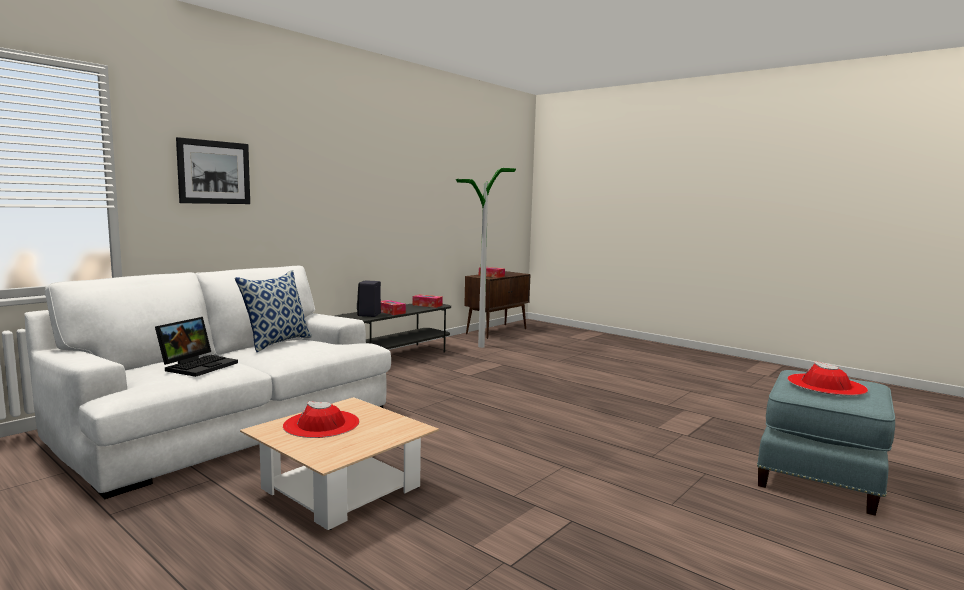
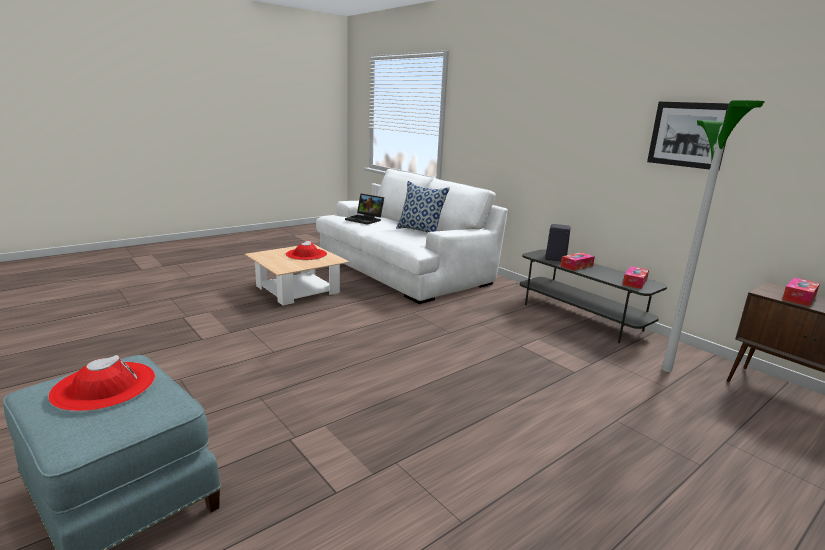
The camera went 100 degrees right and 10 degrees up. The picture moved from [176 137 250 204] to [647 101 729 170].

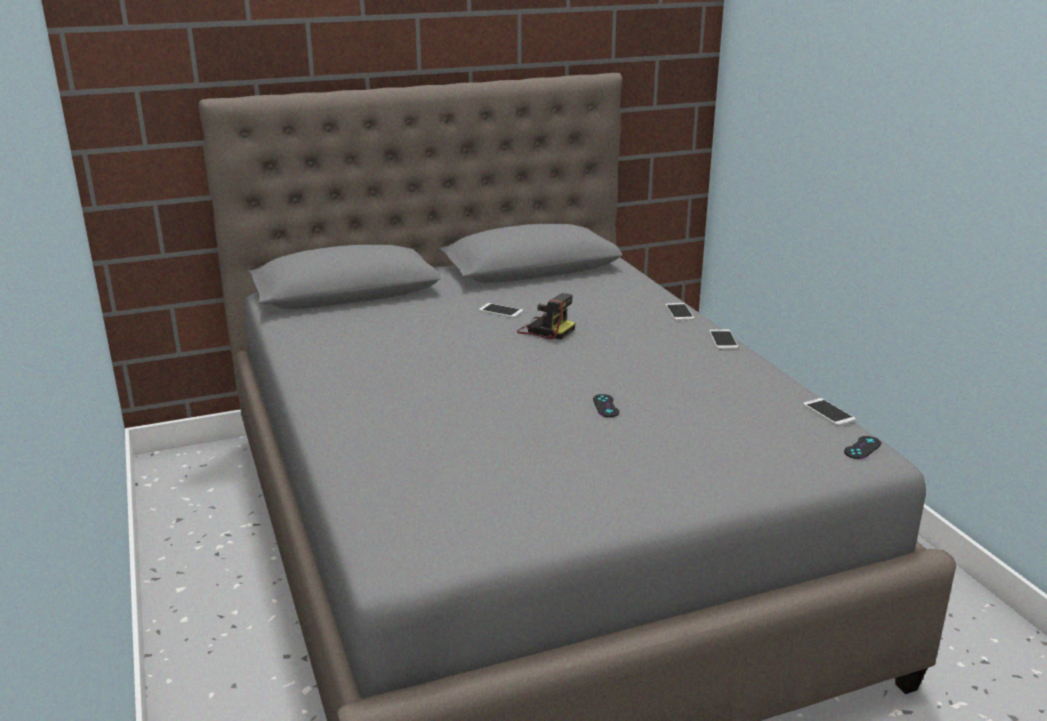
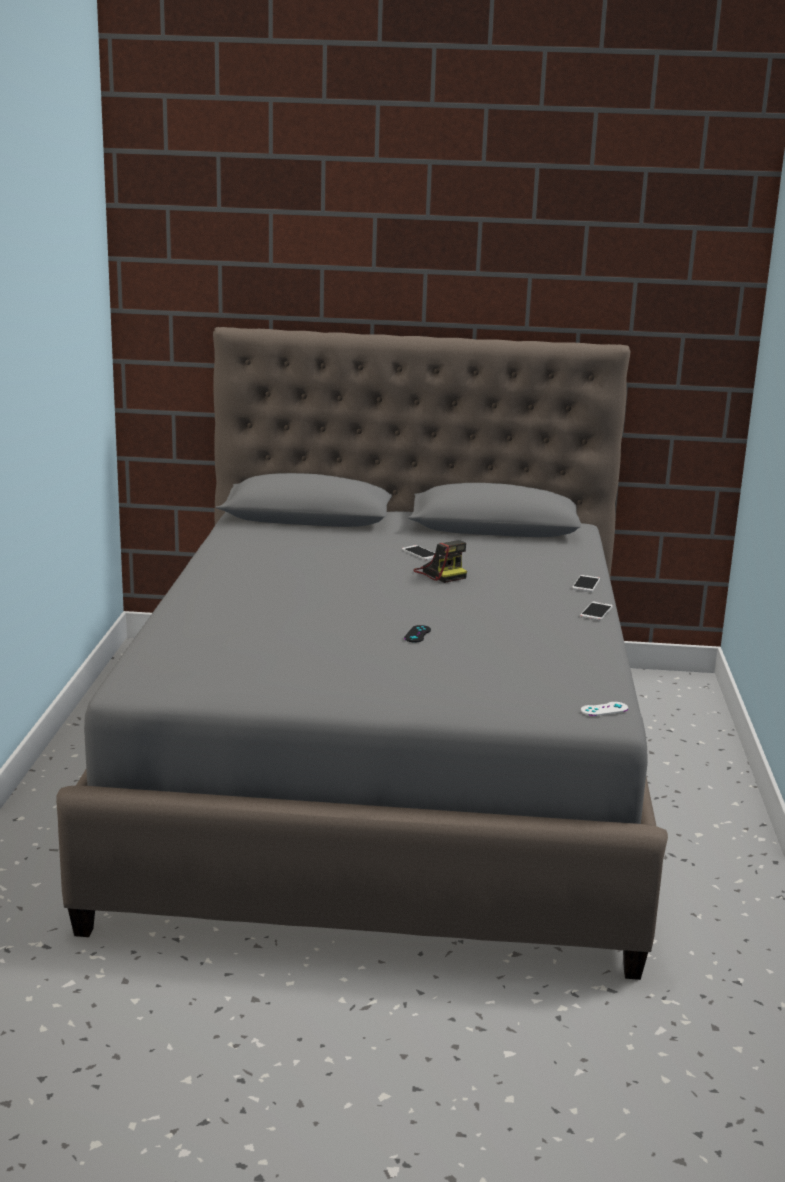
The camera went 25 degrees right and 5 degrees down. The telephone at [803 398 856 426] disappeared. The black_joypad at [844 436 881 459] became the white-coloured_joypad at [581 702 628 716].

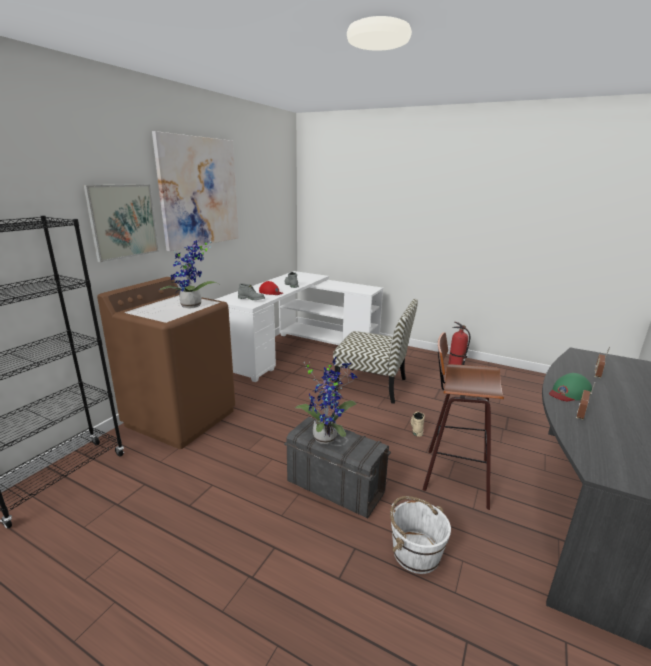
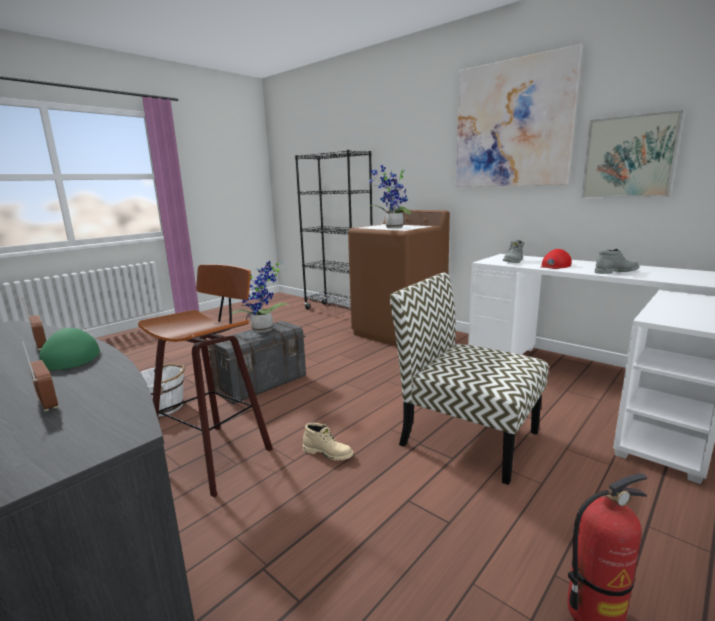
The camera went 105 degrees right and 5 degrees down. The picture moved from [83 184 159 262] to [582 110 684 197]. The upright_chair at [333 299 418 404] turned 90 degrees clockwise.

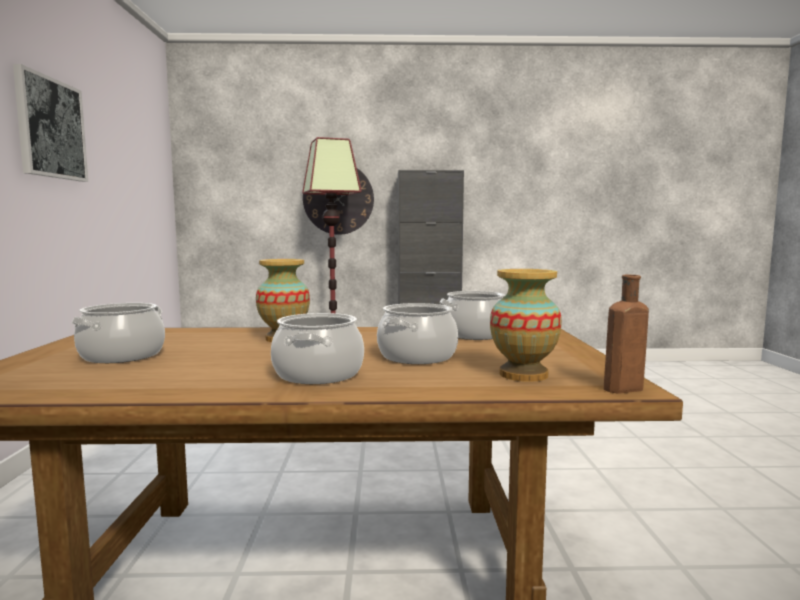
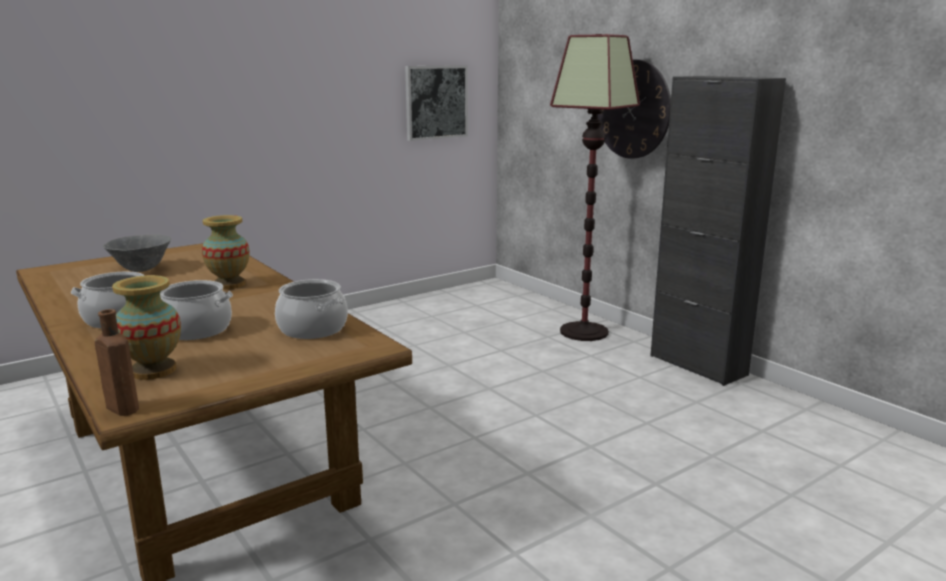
The camera went 55 degrees right and 10 degrees up. The picture moved from [13 64 88 182] to [405 65 468 141]. The stockpot at [72 303 165 363] was replaced by the gray_bowl at [103 235 171 272].

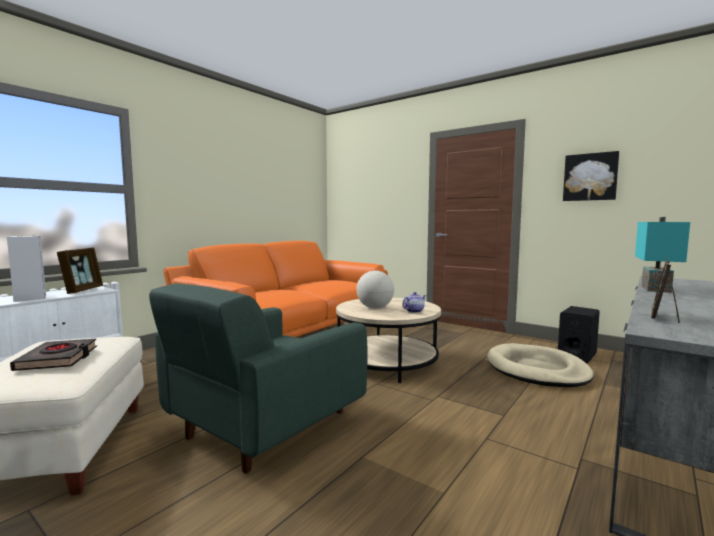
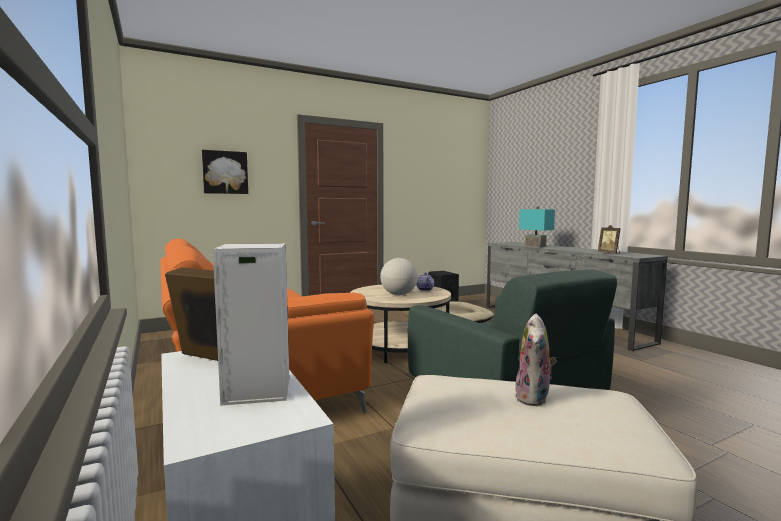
The camera went 65 degrees left and 0 degrees up. The picture moved from [563 151 619 201] to [202 150 248 194]. The black_book at [10 339 97 371] was replaced by the cuddly_toy at [515 314 557 406].

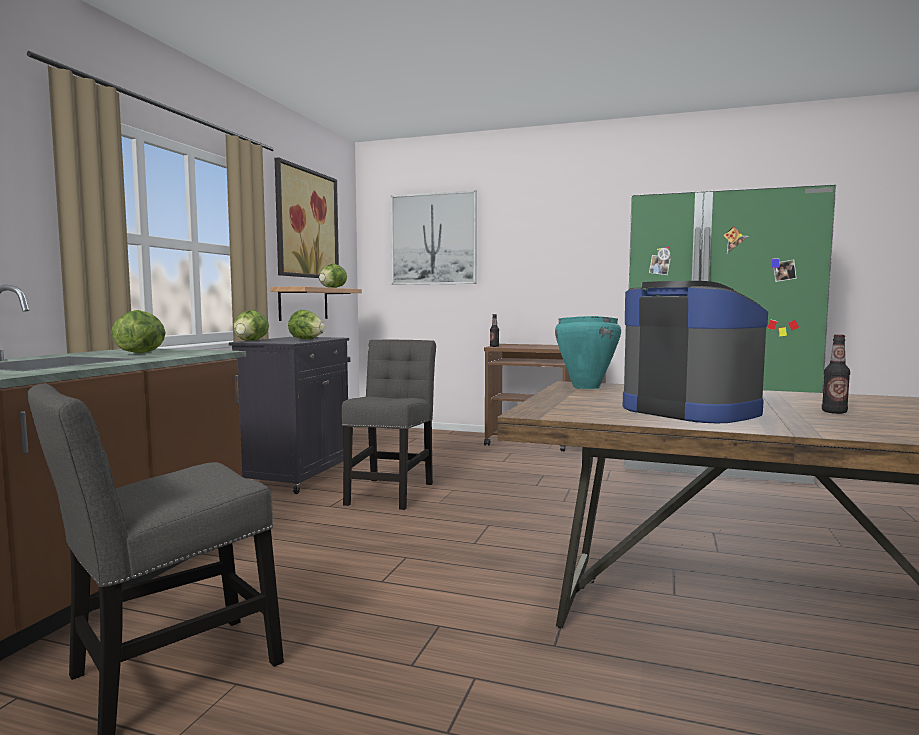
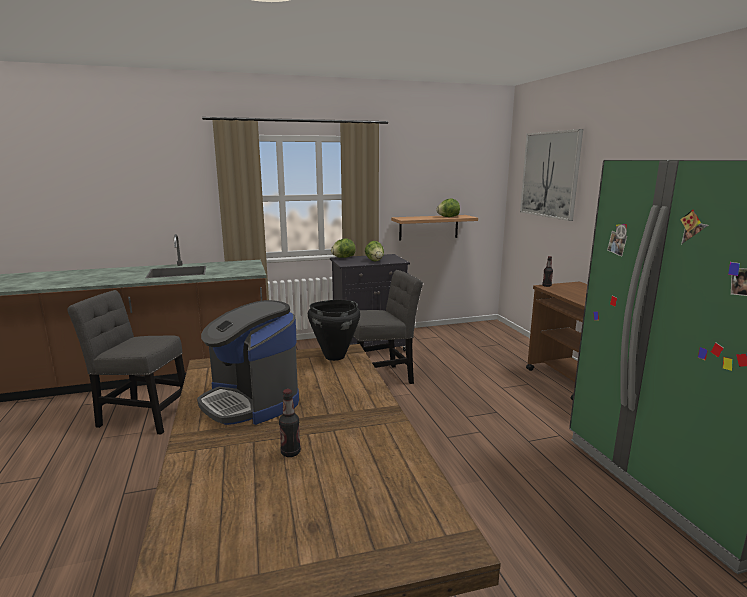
The camera went 55 degrees right and 10 degrees up. The picture at [275 157 339 278] disappeared. The coffee_maker at [623 281 768 423] turned 120 degrees clockwise. The lettuce at [111 310 166 353] disappeared. The turquoise-coloured_stockpot at [555 316 621 389] became the black_stockpot at [308 300 360 361].

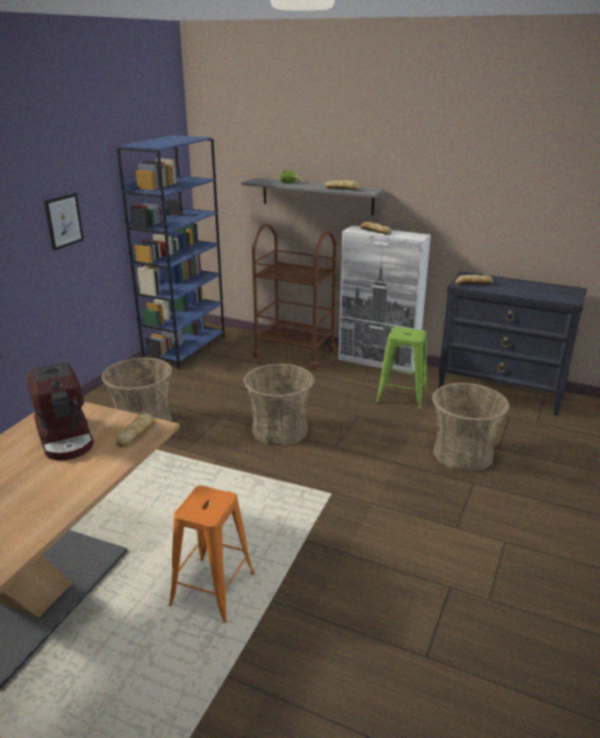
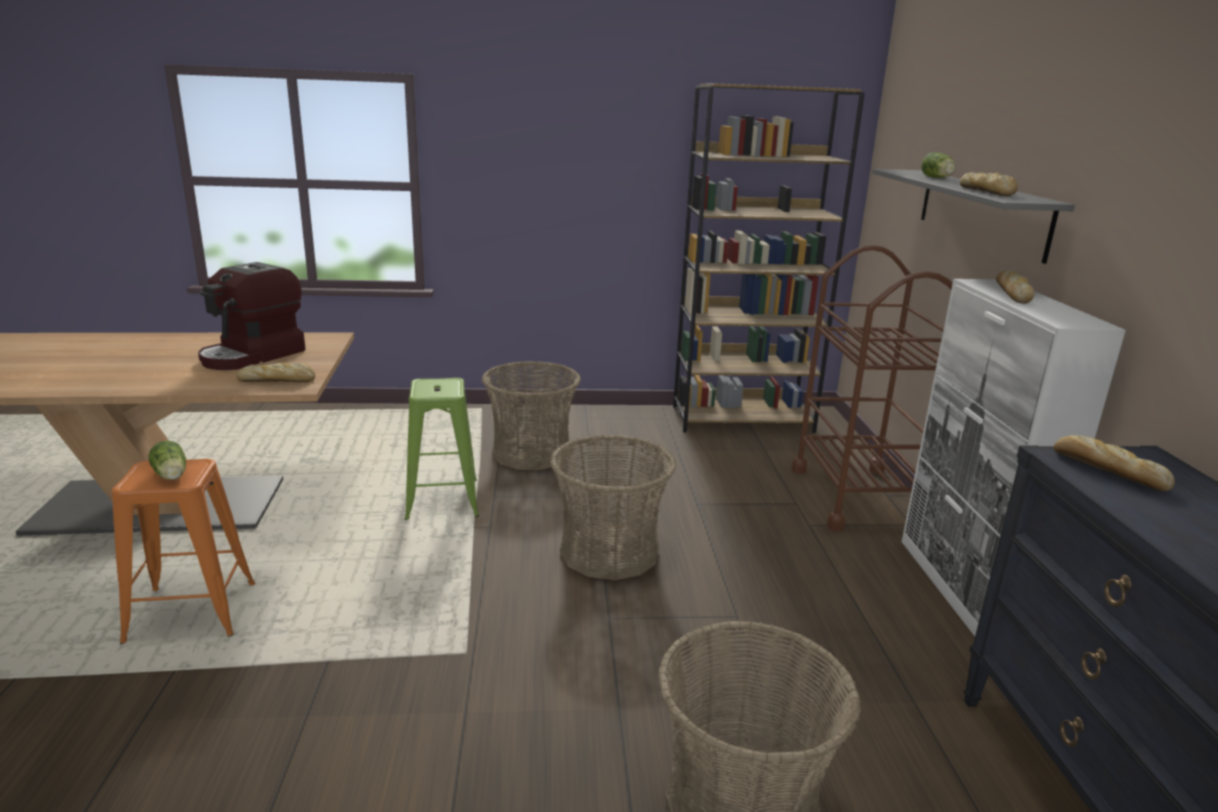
The camera went 60 degrees right and 5 degrees down. The blue_shelving_unit at [116 135 225 370] became the brown-coloured_shelving_unit at [673 84 865 433]. The picture at [44 193 84 251] disappeared. The green_sitting_stool moved from [376 327 428 410] to [405 378 479 520]. The lettuce at [148 440 186 480] appeared.

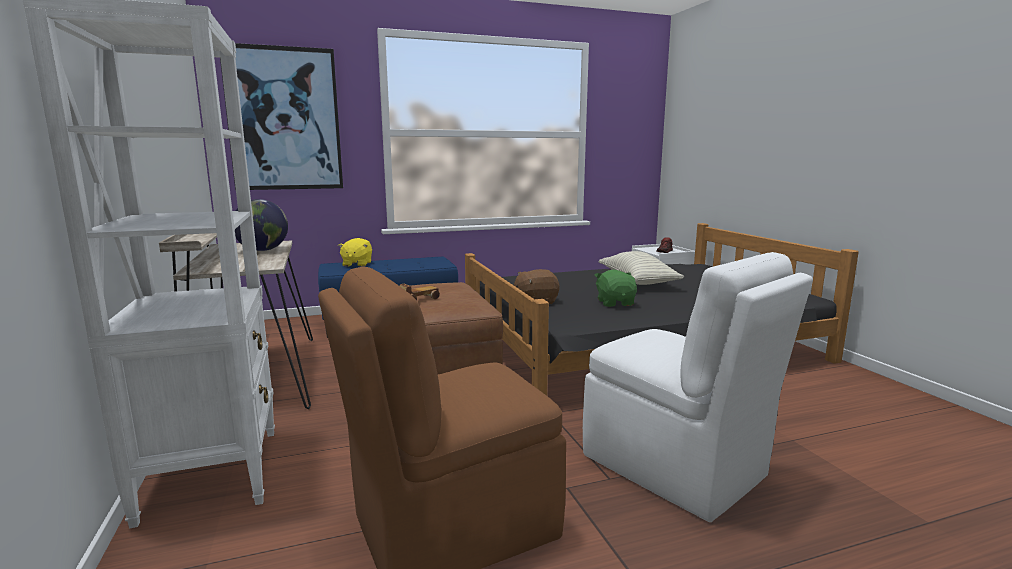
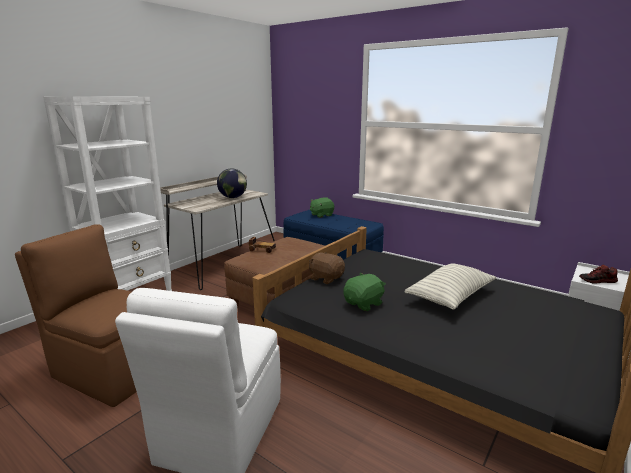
The camera went 55 degrees right and 5 degrees up. The picture at [220 43 343 190] disappeared. The yellowish_cuddly_toy at [338 238 372 267] became the green_cuddly_toy at [310 198 334 218].

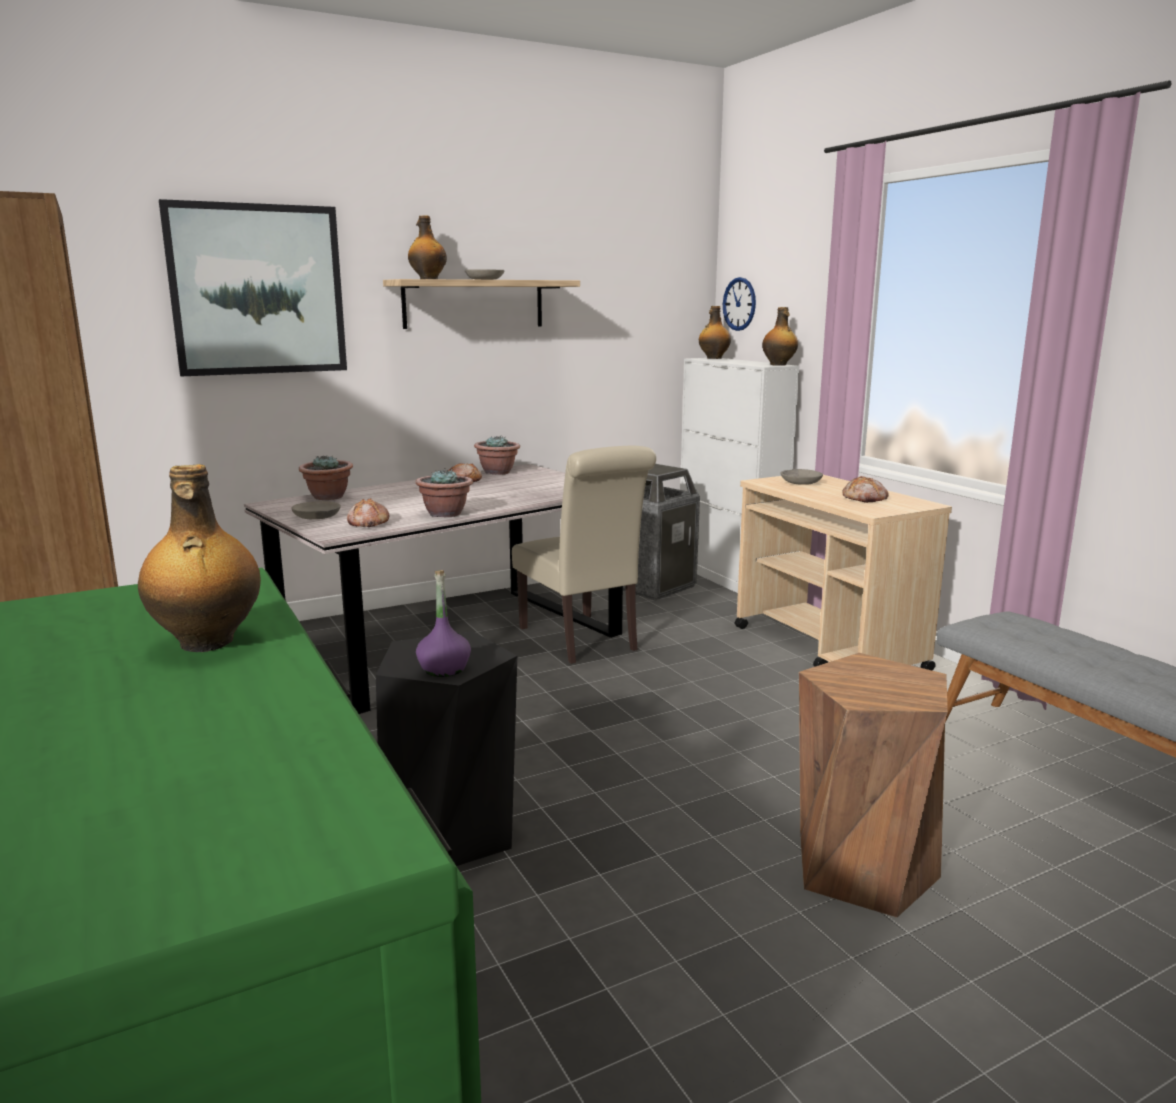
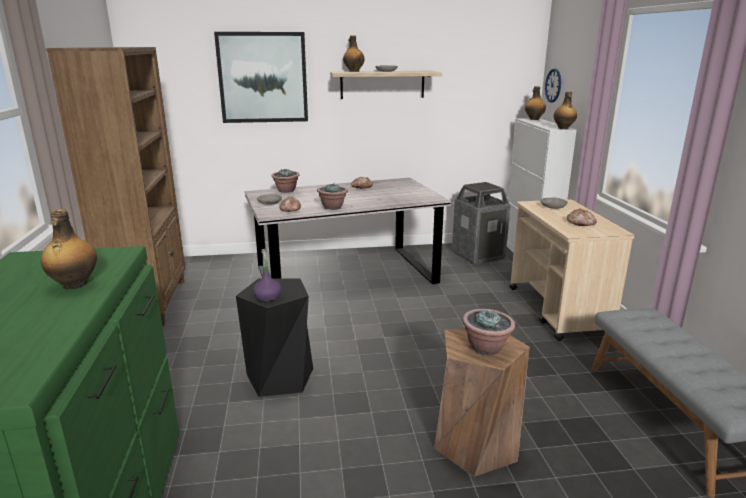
The camera went 20 degrees right and 5 degrees up. The plant_in_a_pot moved from [474 435 520 475] to [462 309 515 356]. The sand-coloured_upright_chair at [512 446 656 664] disappeared.

